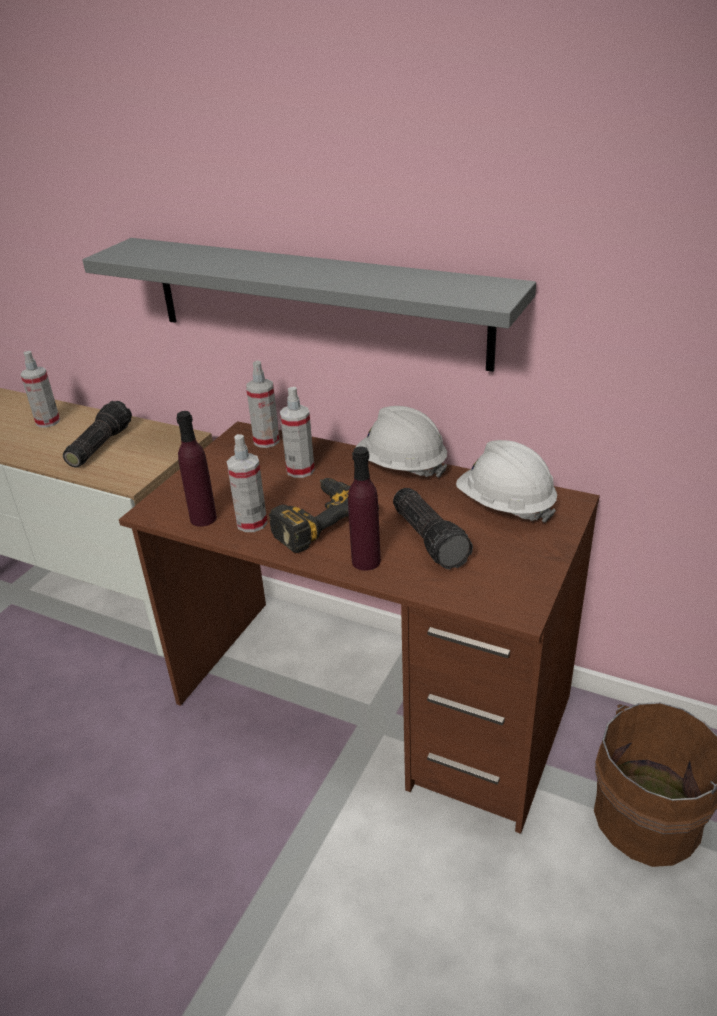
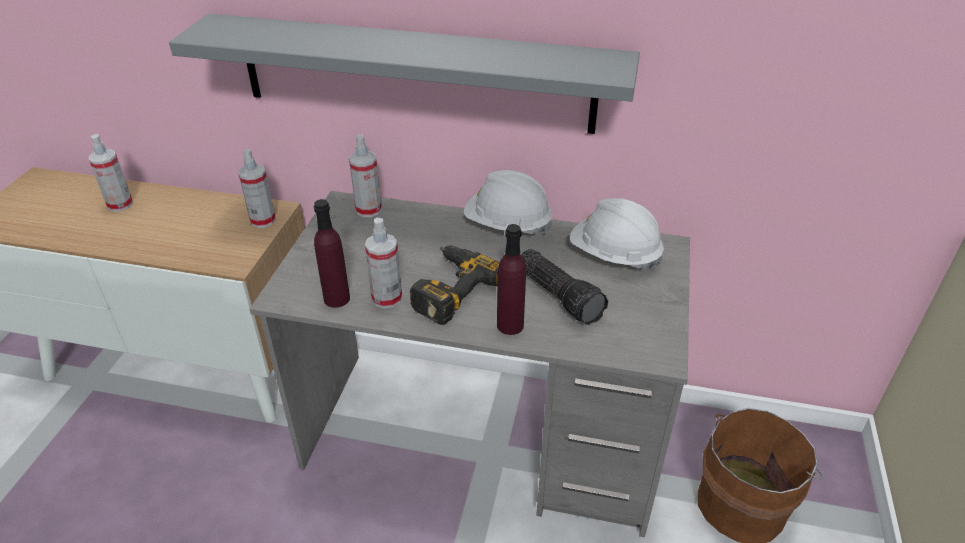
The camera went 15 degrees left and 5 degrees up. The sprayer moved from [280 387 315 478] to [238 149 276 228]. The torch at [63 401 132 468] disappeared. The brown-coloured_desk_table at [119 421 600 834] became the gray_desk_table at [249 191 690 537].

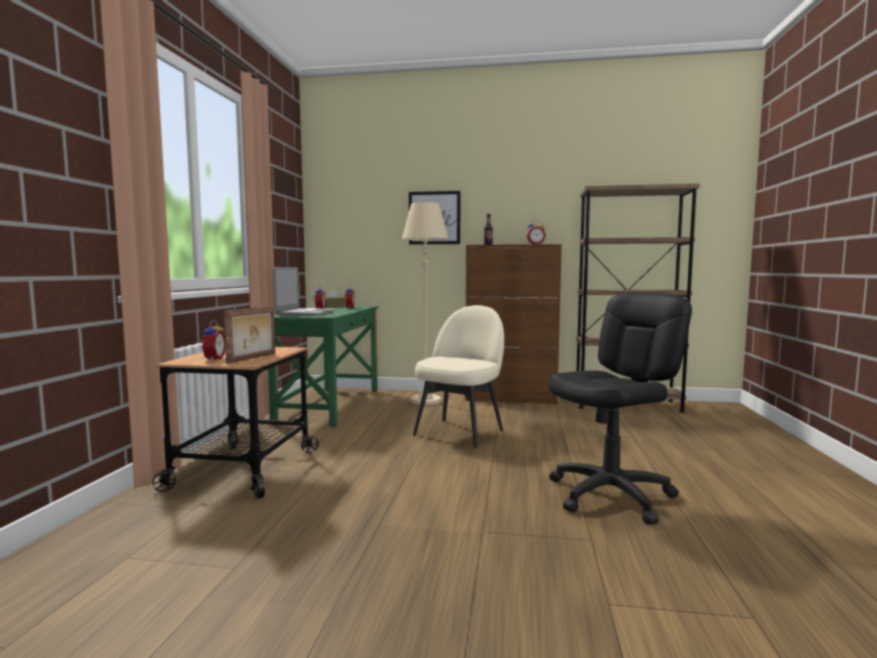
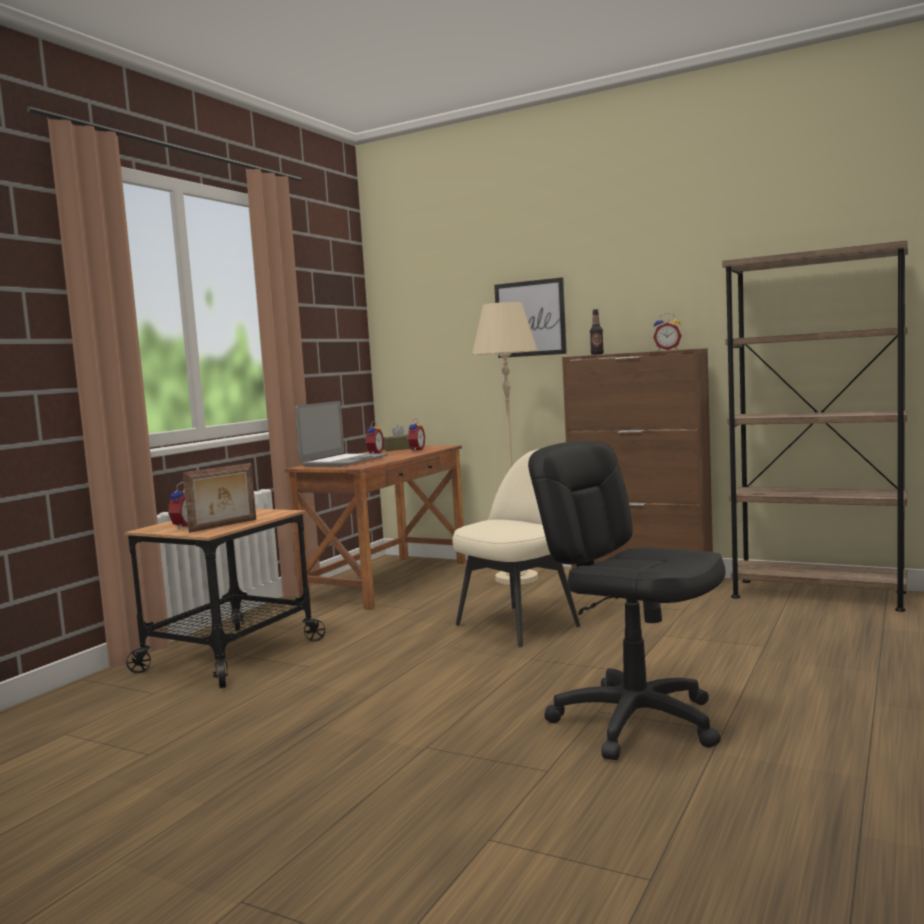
The camera went 20 degrees right and 0 degrees up. The black_office_chair at [548 293 692 525] turned 120 degrees counterclockwise. The green_desk_table at [268 306 378 427] became the brown-coloured_desk_table at [285 445 466 610].

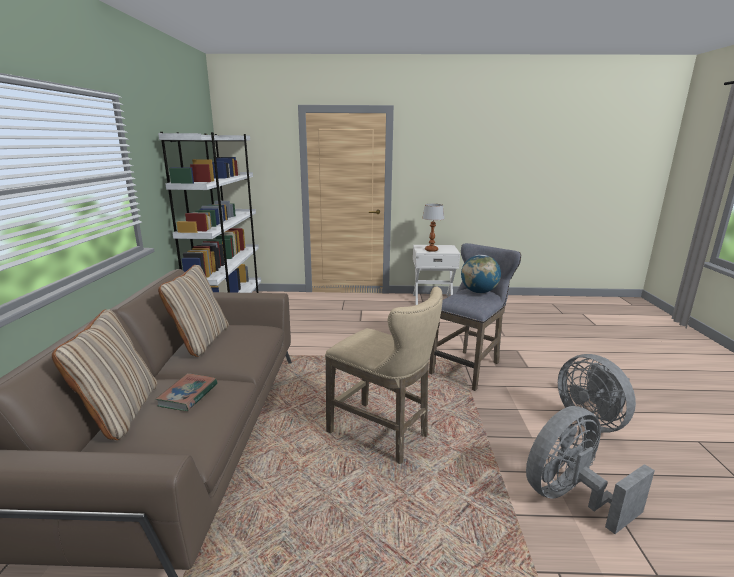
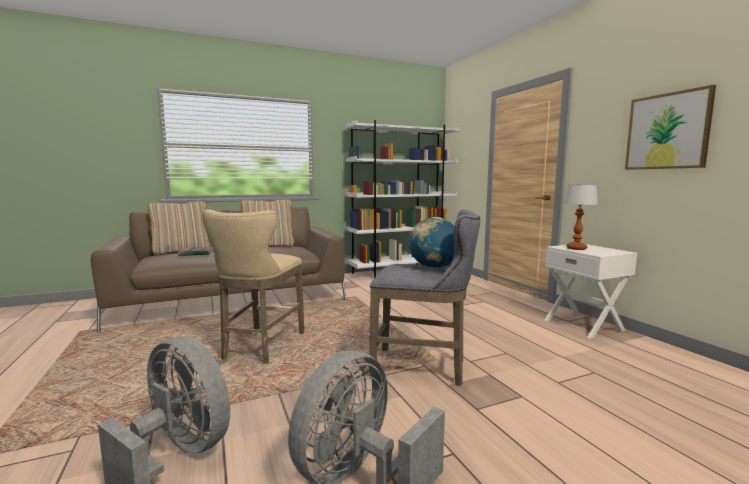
The camera went 65 degrees right and 10 degrees down. The picture at [625 85 716 170] appeared.

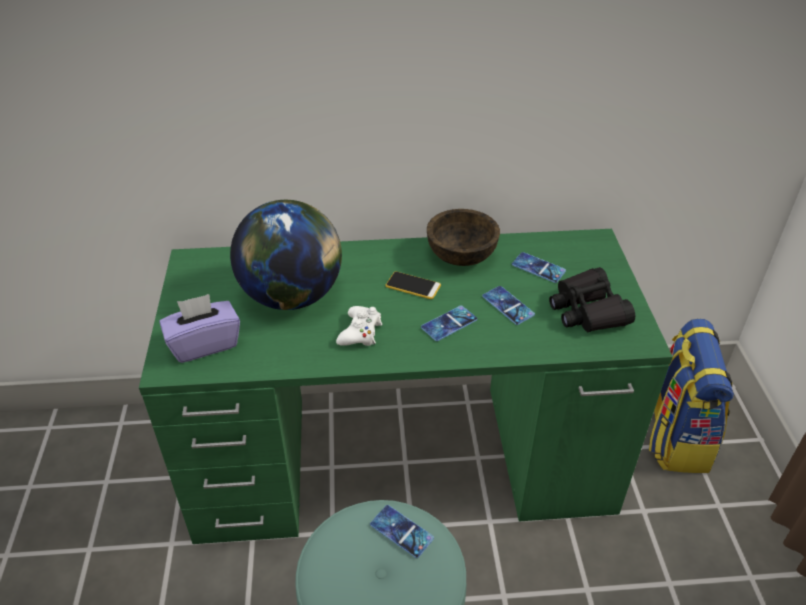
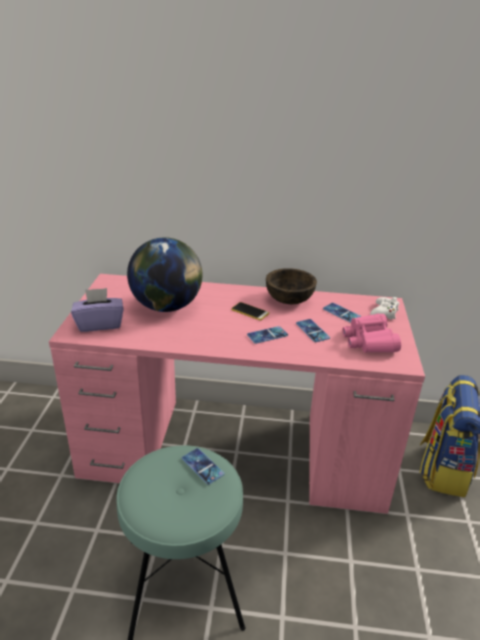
The camera went 10 degrees right and 10 degrees down. The green_desk_table at [139 229 673 544] became the pinkish_desk_table at [49 274 425 514]. The black_field_glasses at [549 267 635 332] became the pinkish_field_glasses at [342 314 401 353]. The white-coloured_joypad moved from [336 306 382 346] to [370 297 399 320].

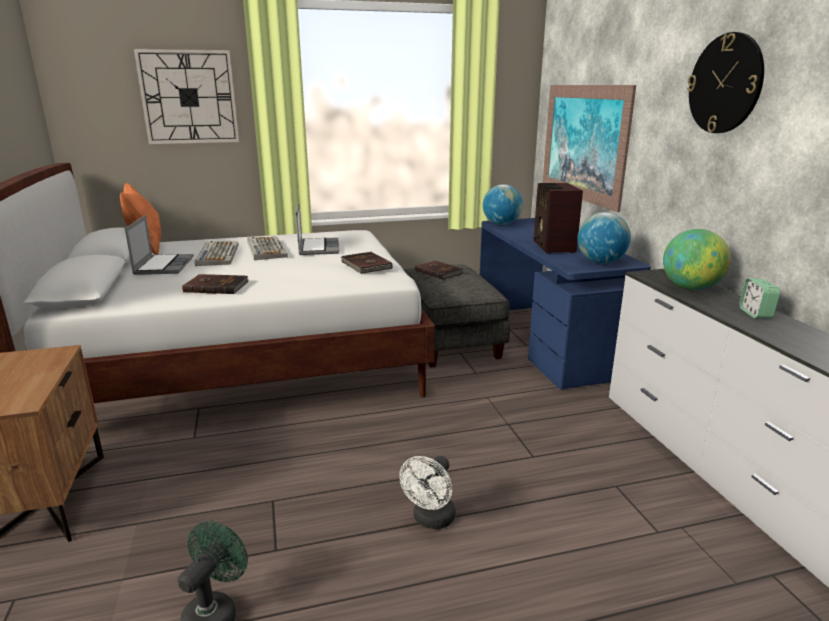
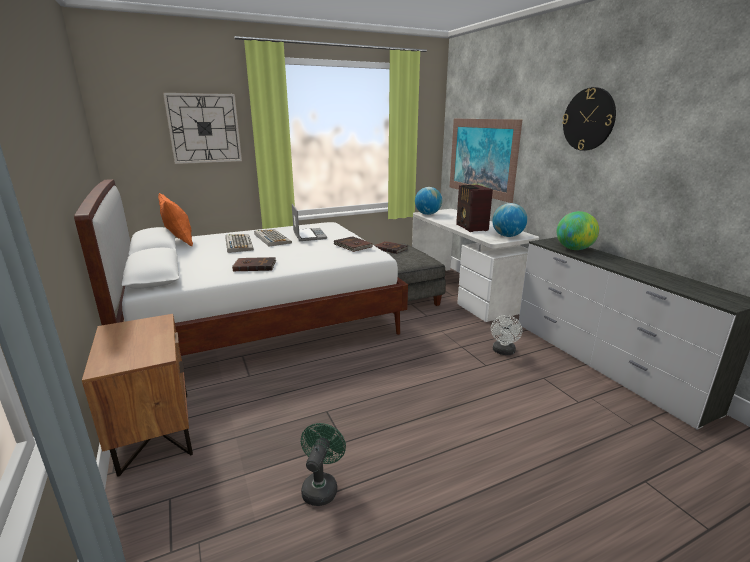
The camera went 10 degrees left and 0 degrees up. The laptop at [125 215 194 275] disappeared. The blue_desk_table at [480 218 651 389] became the white-coloured_desk_table at [412 209 539 322]. The bedside_clock at [739 278 780 319] disappeared. The white-coloured_cooling_fan moved from [399 456 456 529] to [491 315 522 355].

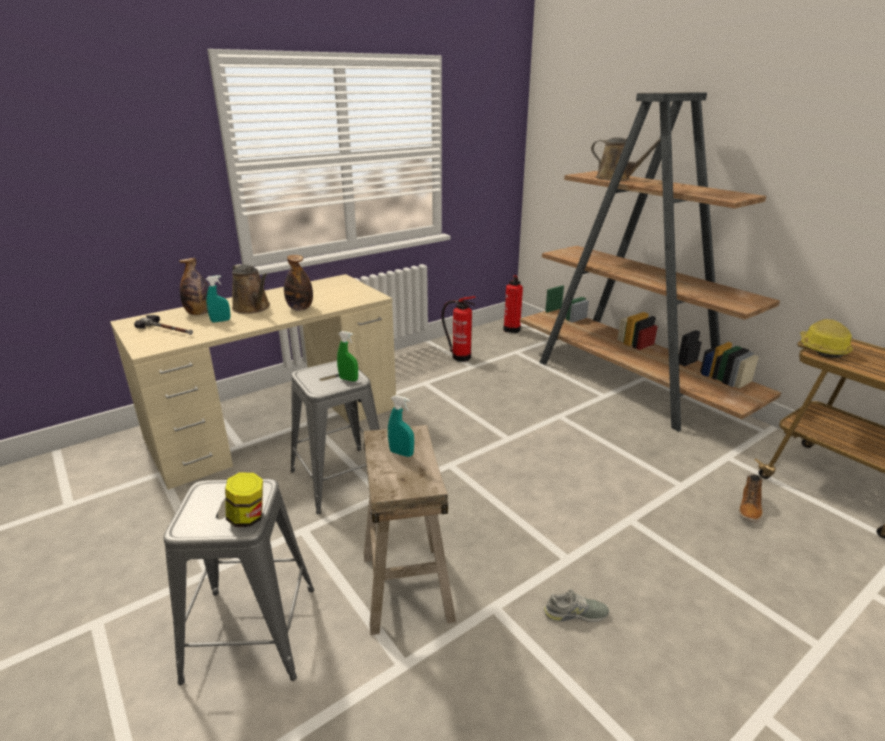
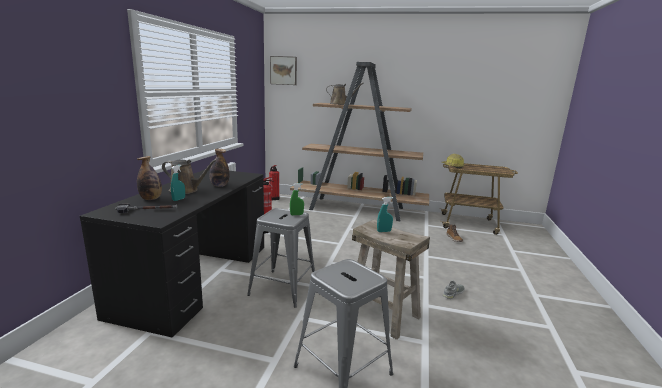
The camera went 40 degrees left and 10 degrees down. The sand-coloured_desk_table at [110 274 396 490] became the black_desk_table at [80 169 264 338]. The jar at [225 472 263 527] disappeared. The picture at [270 56 297 85] appeared.

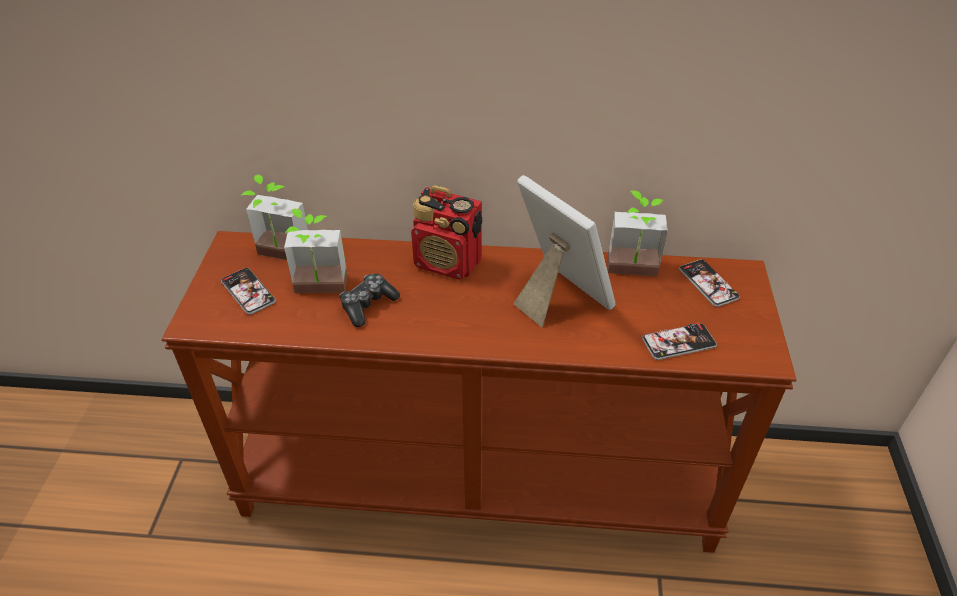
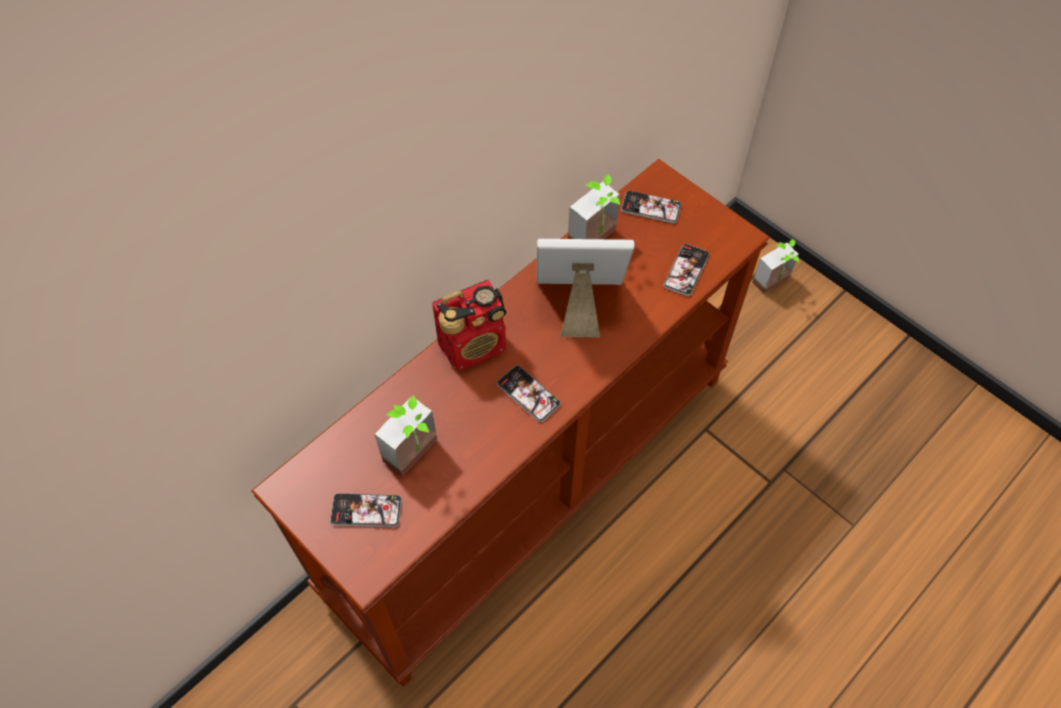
The camera went 50 degrees left and 15 degrees up. The plant_in_a_pot moved from [241 174 308 260] to [752 239 800 294]. The joypad at [339 274 400 327] disappeared. The telephone at [497 365 561 422] appeared.

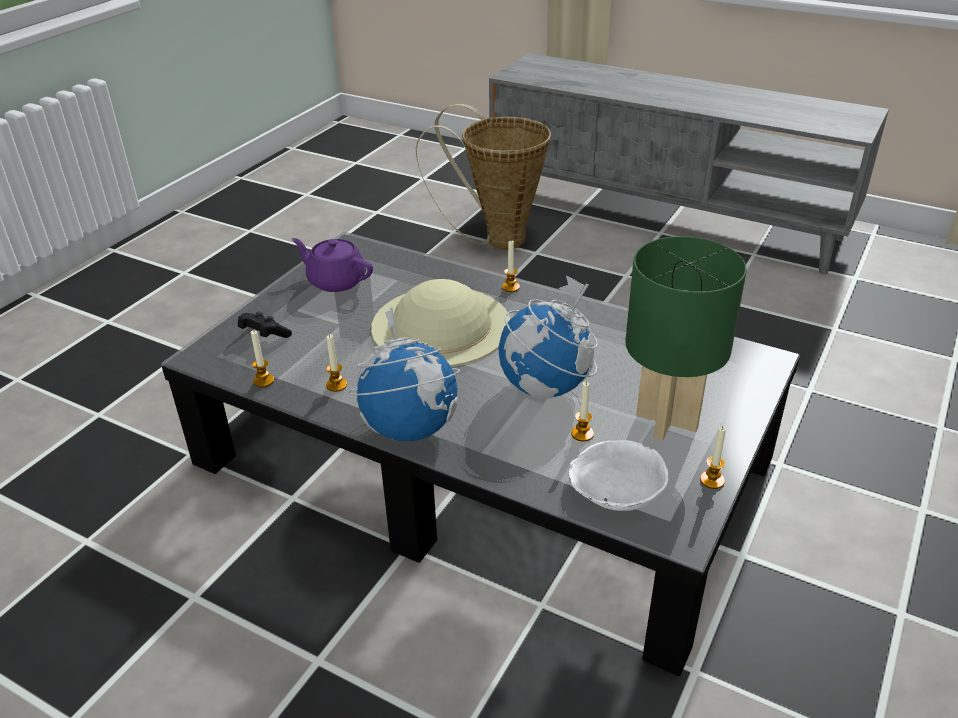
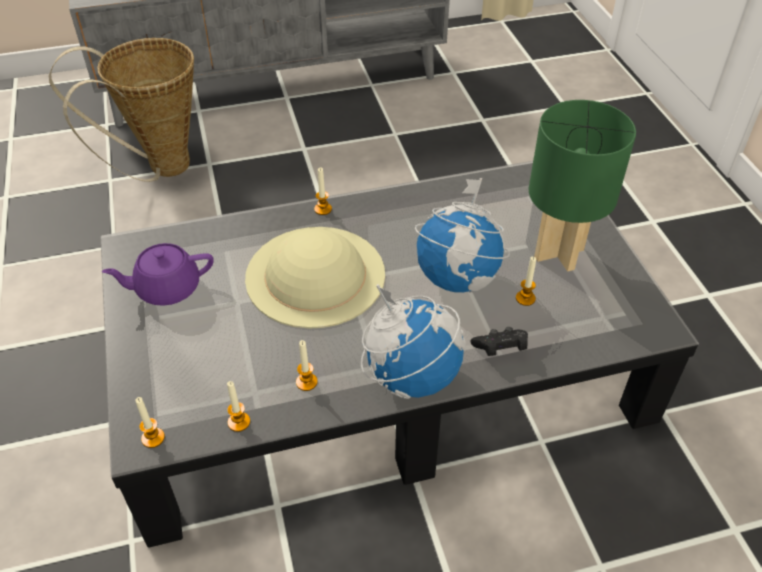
The camera went 45 degrees left and 10 degrees up. The black_joypad moved from [238 312 292 338] to [471 327 528 356]. The candle moved from [700 426 726 489] to [135 397 165 448]. The white-coloured_bowl at [569 440 668 511] disappeared.

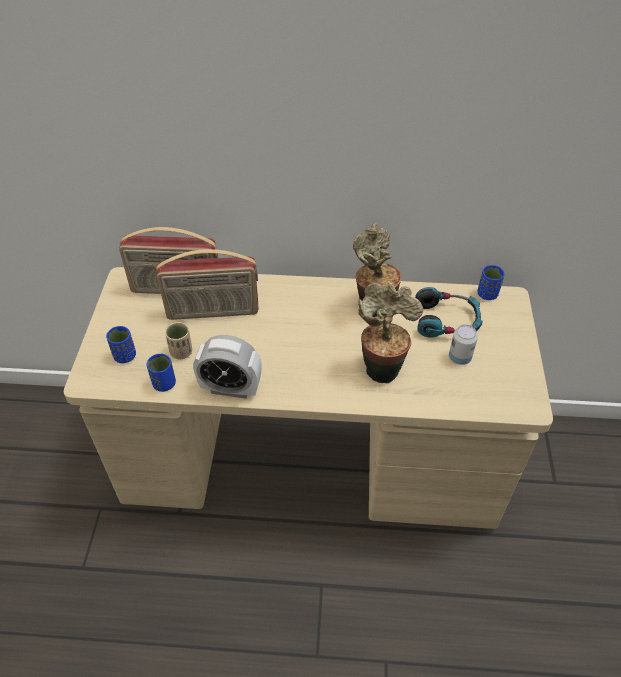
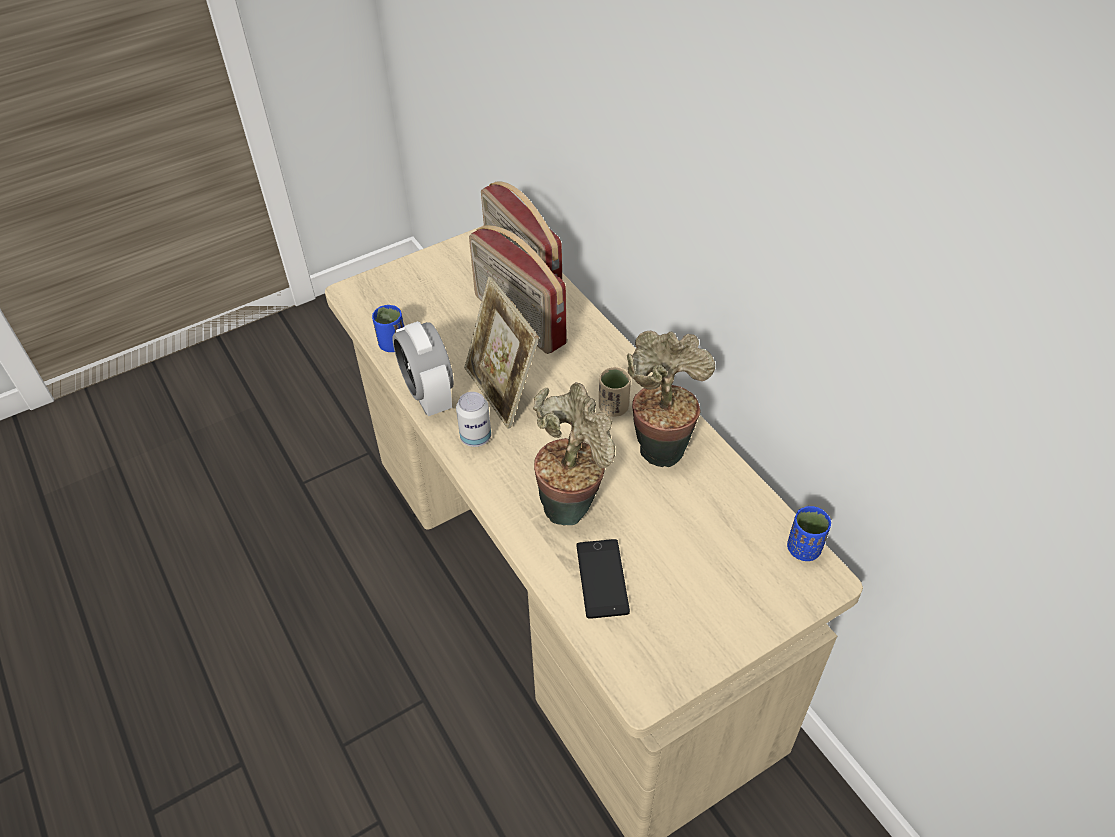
The camera went 55 degrees right and 0 degrees up. The headset at [415 287 483 338] disappeared. The sand-coloured_small_cup moved from [165 322 192 359] to [599 367 631 417]. The metal_can moved from [449 324 478 365] to [456 392 491 447]. The blue_small_cup at [106 326 136 363] disappeared. The picture_frame at [465 276 539 429] appeared. The telephone at [576 539 630 619] appeared.

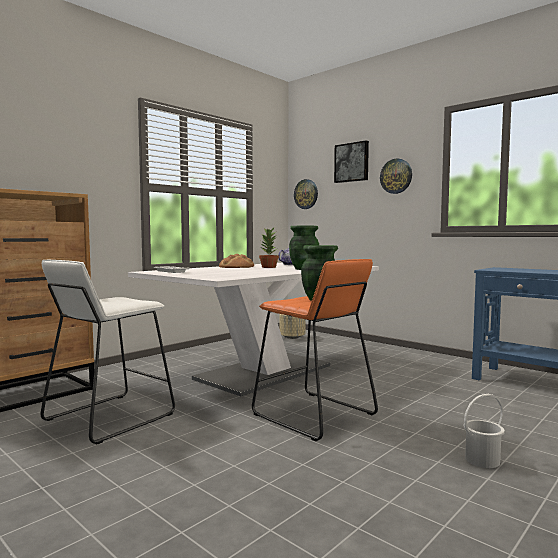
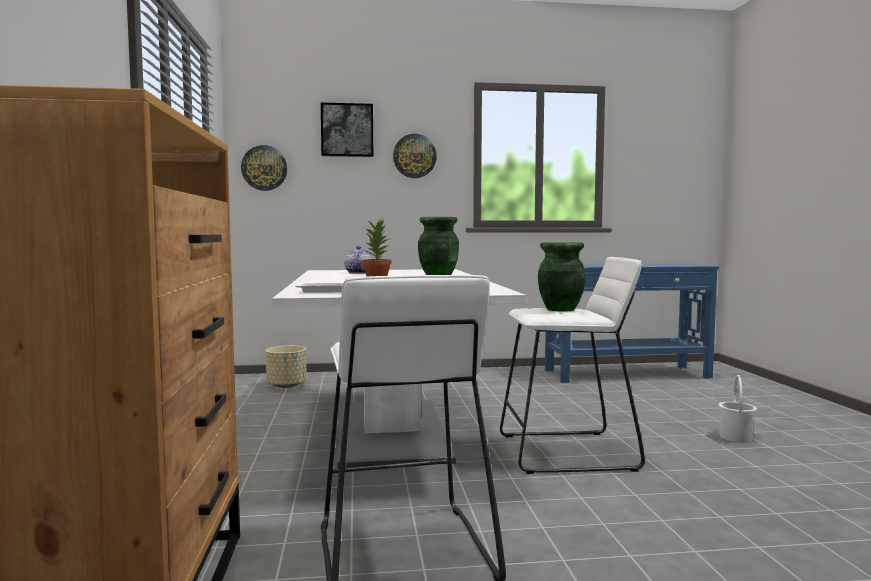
The camera went 50 degrees left and 0 degrees up. The baked_bread at [219 254 254 268] disappeared. The orange-coloured_sitting_stool at [252 259 378 441] became the white-coloured_sitting_stool at [500 257 645 474].

